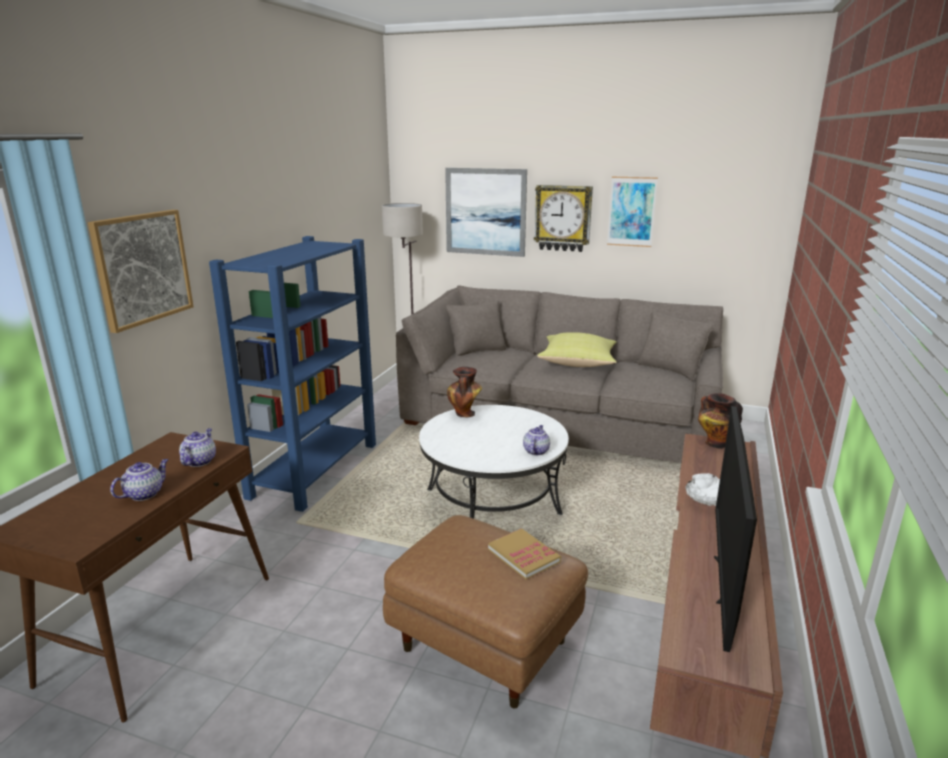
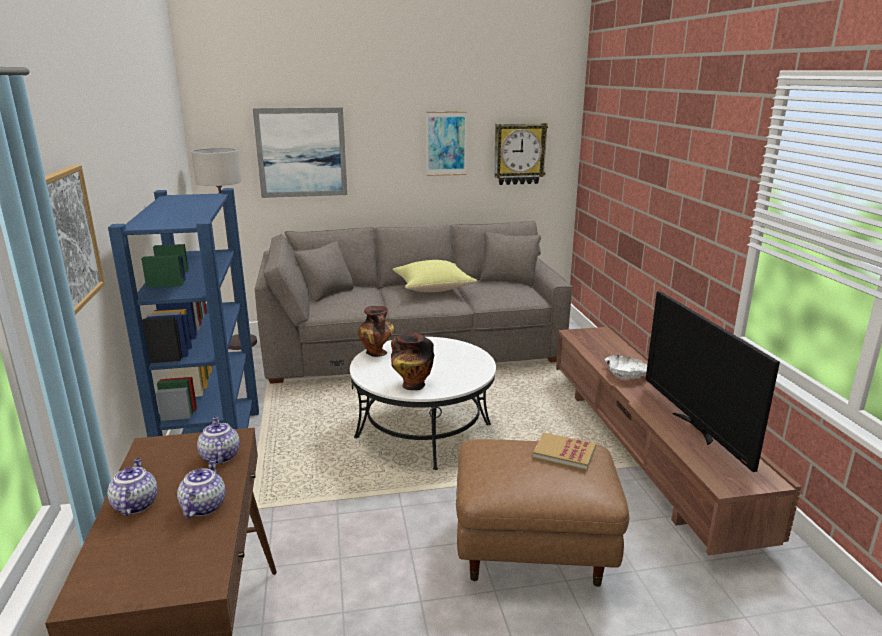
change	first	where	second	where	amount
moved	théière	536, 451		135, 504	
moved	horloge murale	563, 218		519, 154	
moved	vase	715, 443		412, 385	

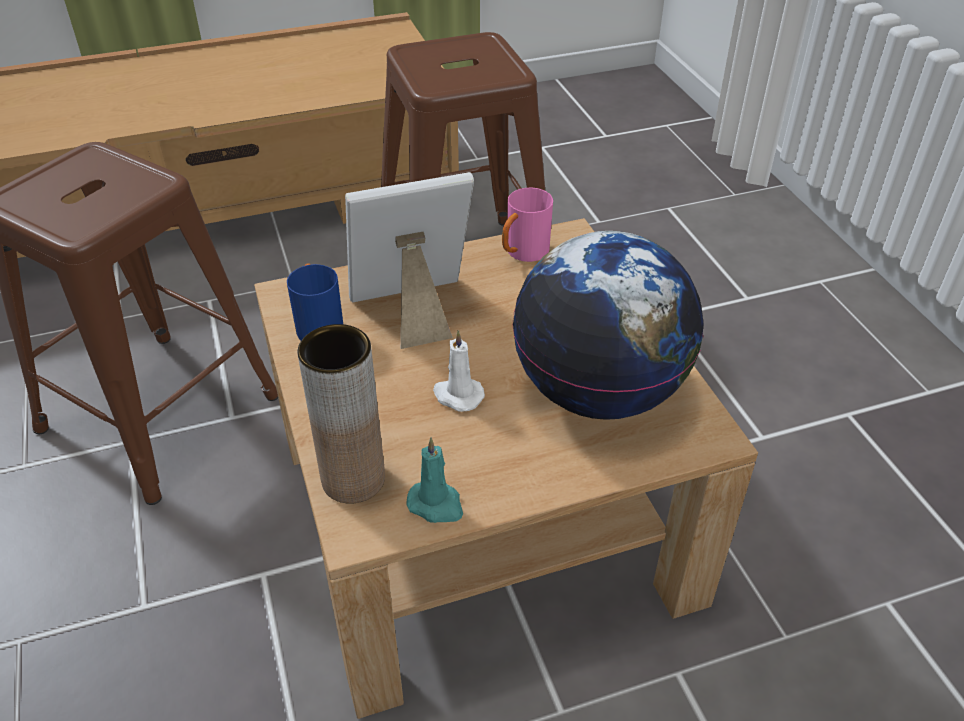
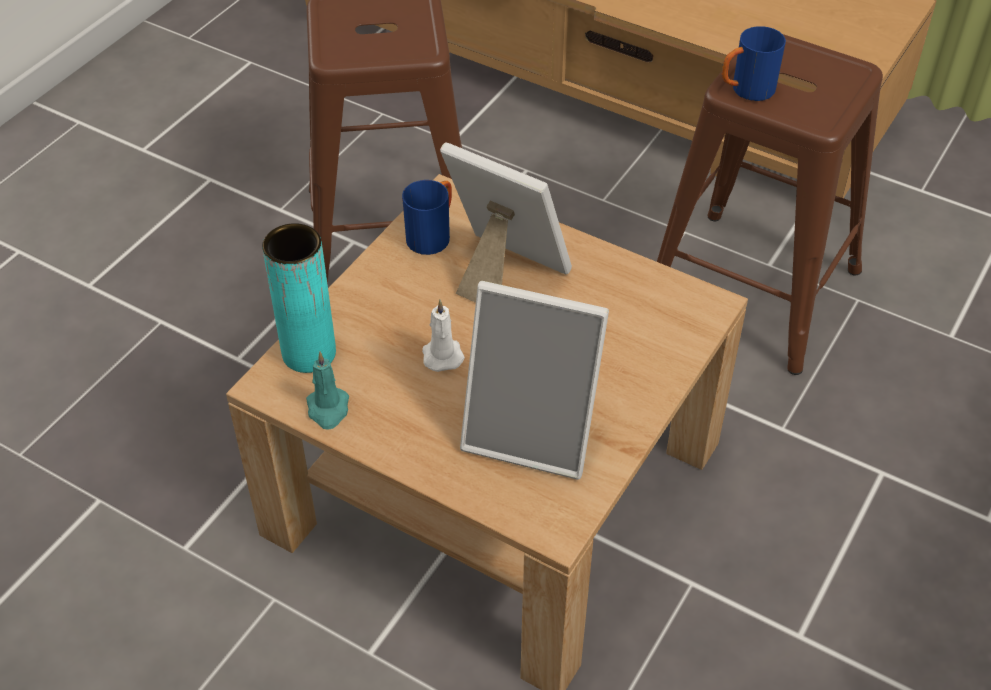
change	first	where	second	where	amount
recoloured	vase (marron)	353, 479	vase (turquoise)	309, 353	
removed	mug (rose)	522, 254			
replaced	globe	599, 391	cadre photo	533, 432	
added			mug (bleu)	745, 91	

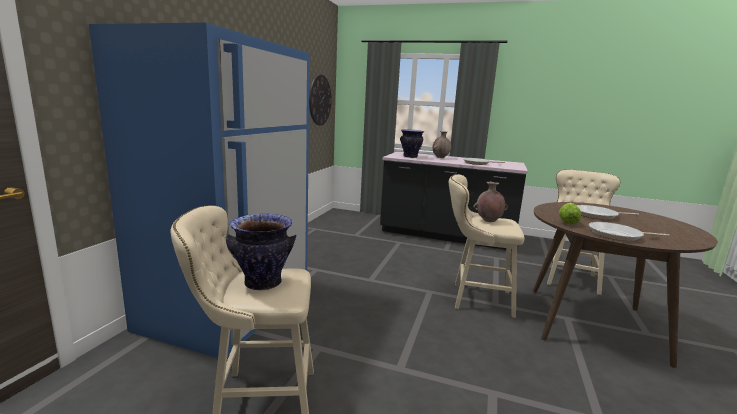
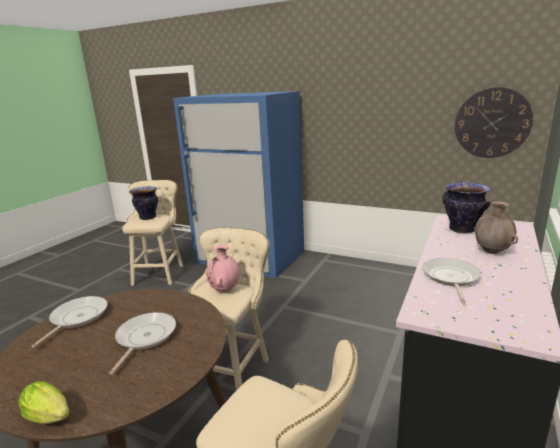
change	first	where	second	where	amount
recoloured	vase (marron)	488, 221	vase (rose)	224, 290	
moved	laitue	567, 222		51, 418	

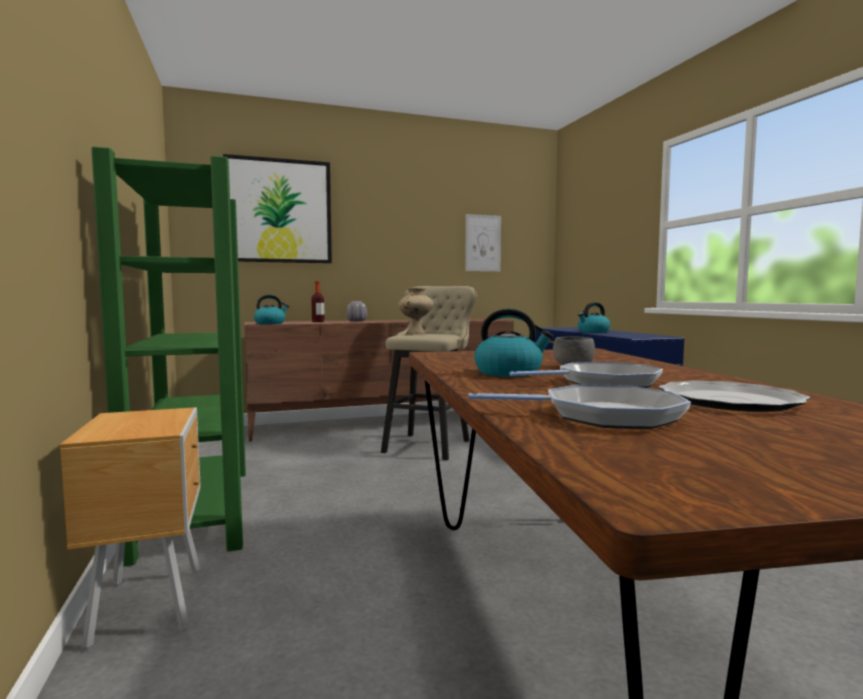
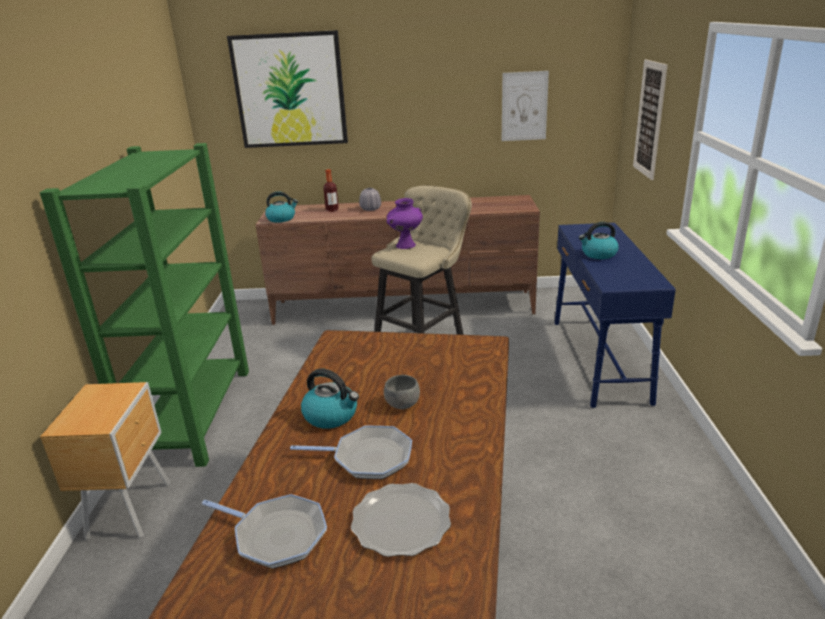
change	first	where	second	where	amount
recoloured	vase (beige)	416, 333	vase (violet)	405, 246	
added			tableau	649, 119	

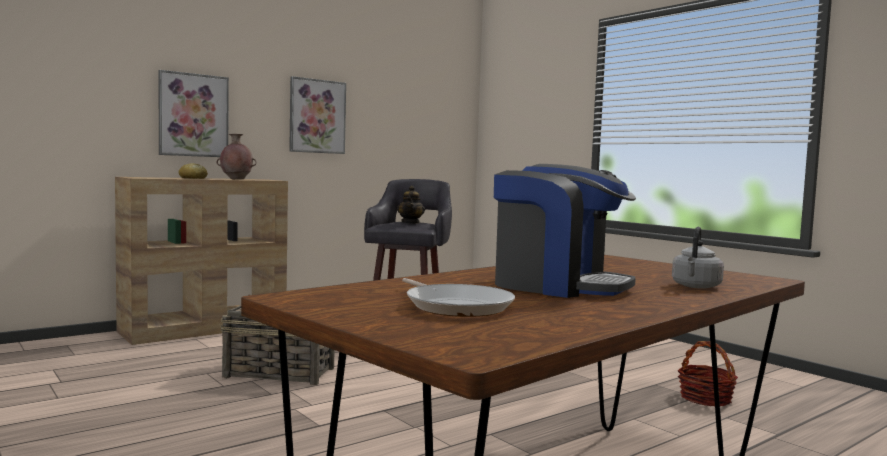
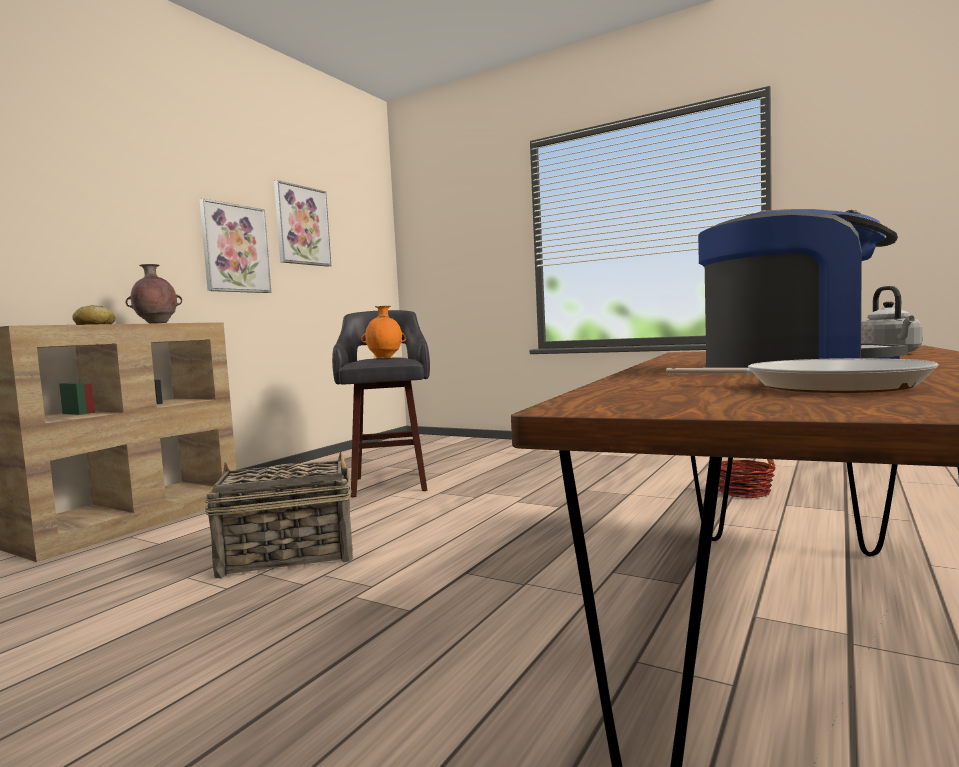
change	first	where	second	where	amount
moved	tableau	193, 115		302, 226	
replaced	théière	411, 223	vase (orange)	385, 358	

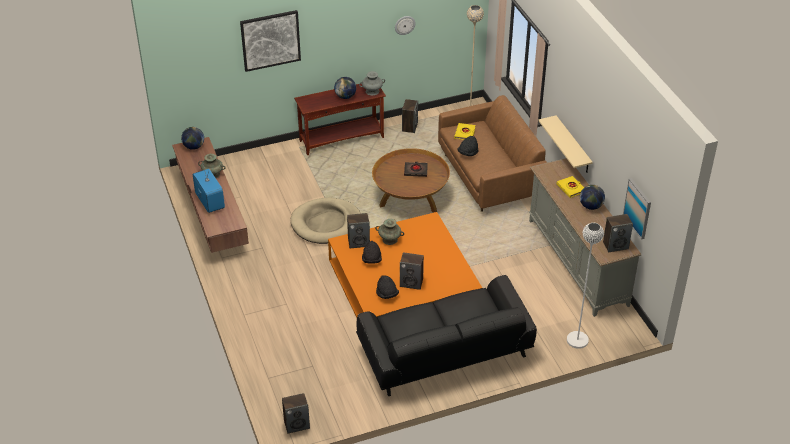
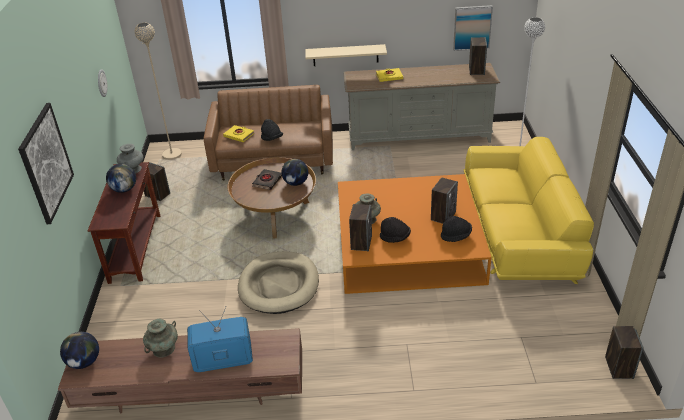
change	first	where	second	where	amount
recoloured	canapé (noir)	444, 352	canapé (jaune)	519, 233	
moved	globe	590, 206		296, 183	

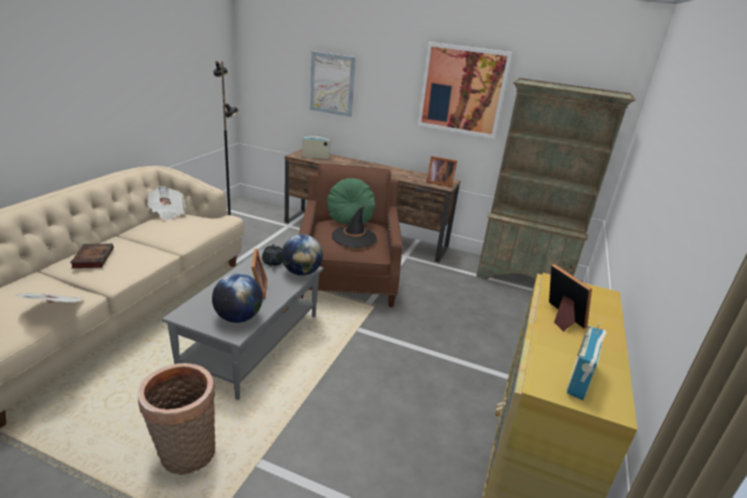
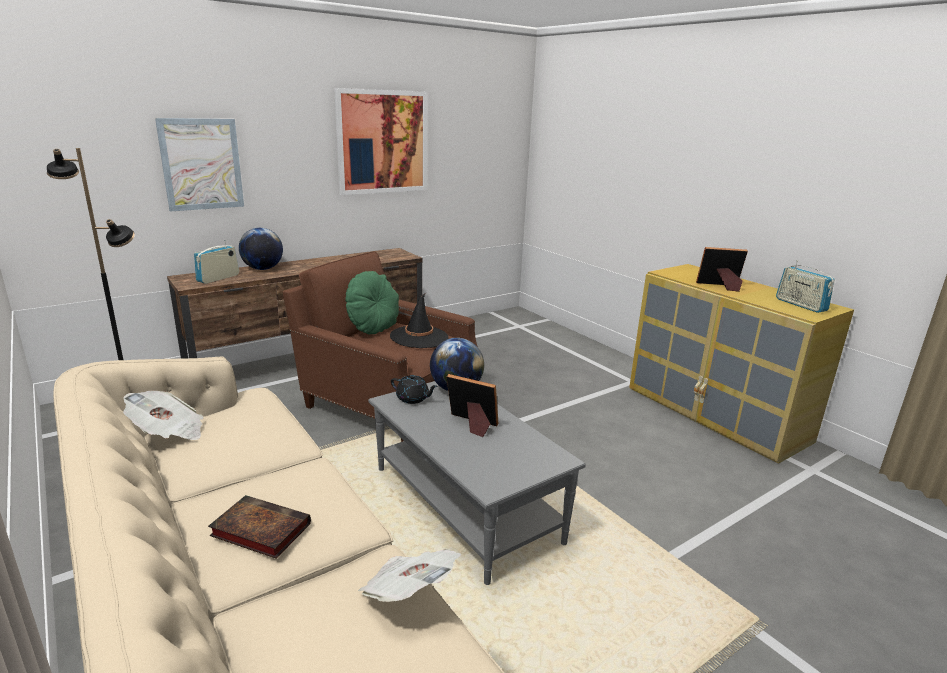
change	first	where	second	where	amount
removed	panier	185, 456			
moved	globe	238, 318		263, 269	
removed	cadre photo	438, 182			
removed	bibliothèque (vert)	522, 278			

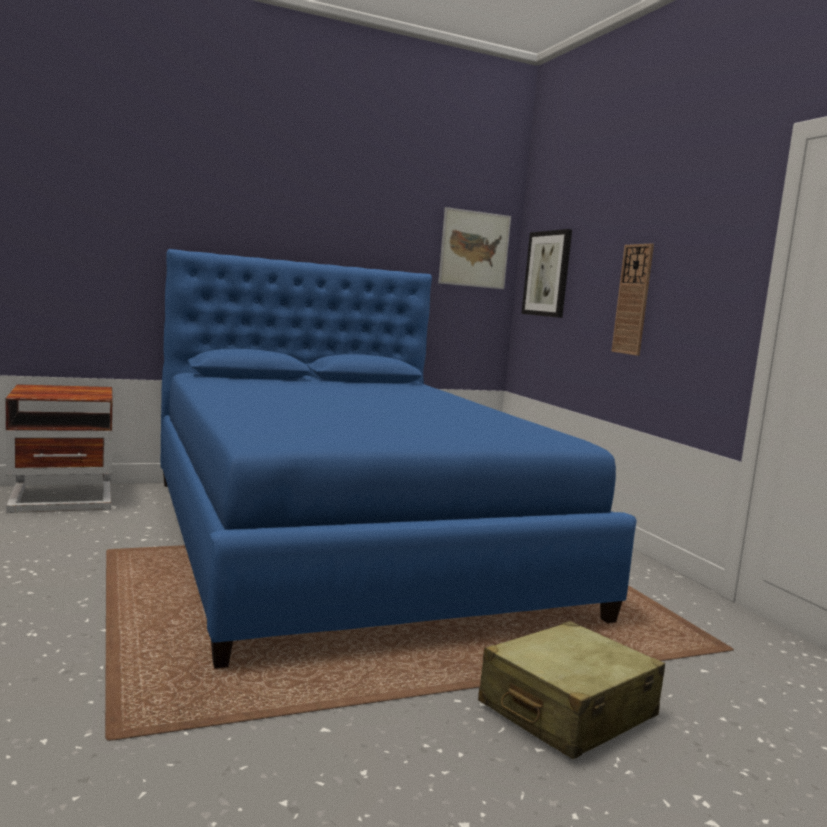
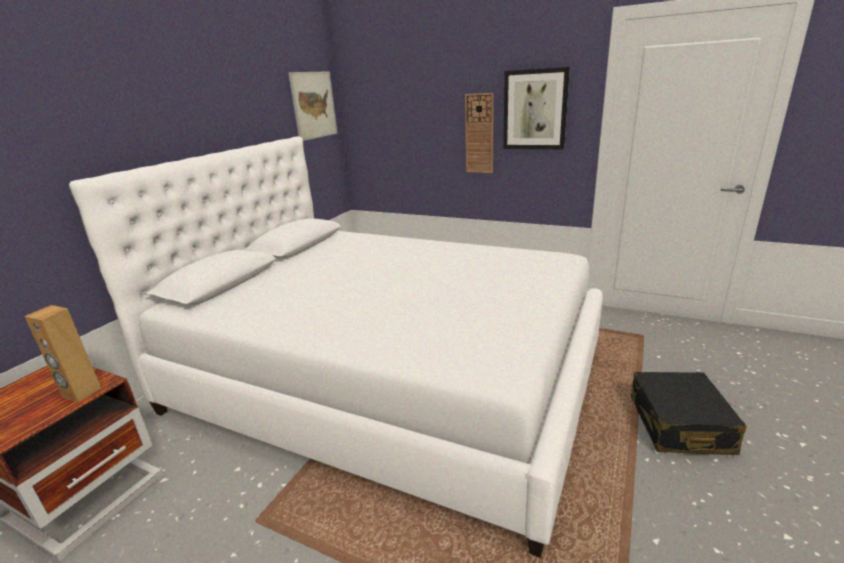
change	first	where	second	where	amount
recoloured	lit (bleu)	346, 540	lit (blanc)	386, 379	
recoloured	valise (beige)	567, 711	valise (noir)	679, 425	
moved	tableau	547, 274		535, 110	
added			enceinte (marron)	81, 392	

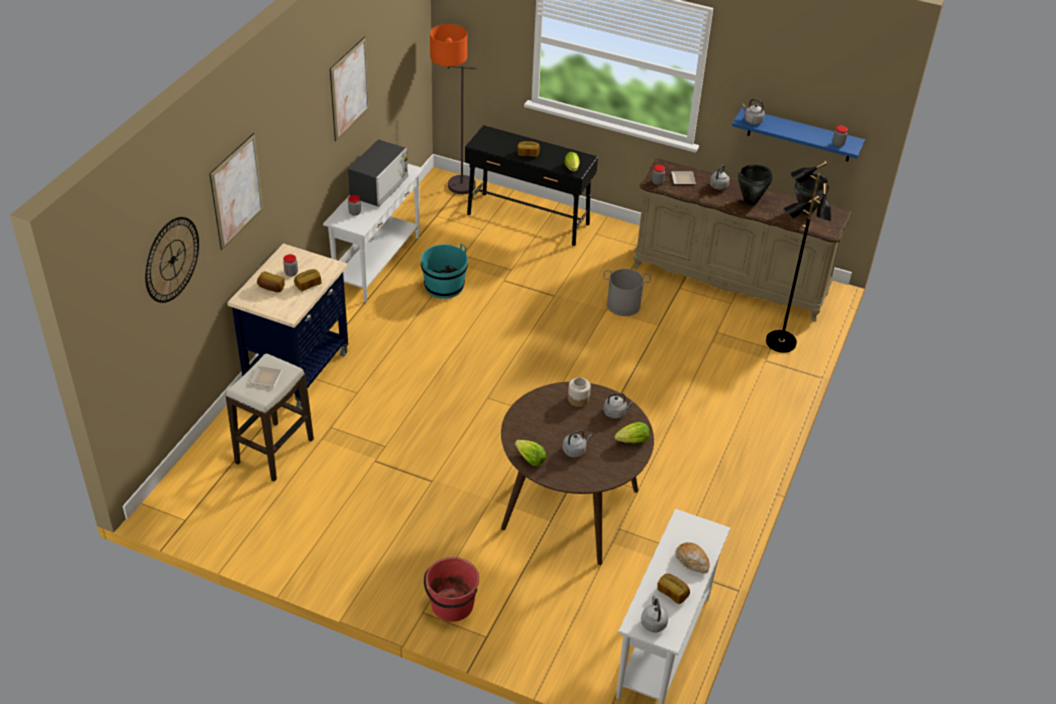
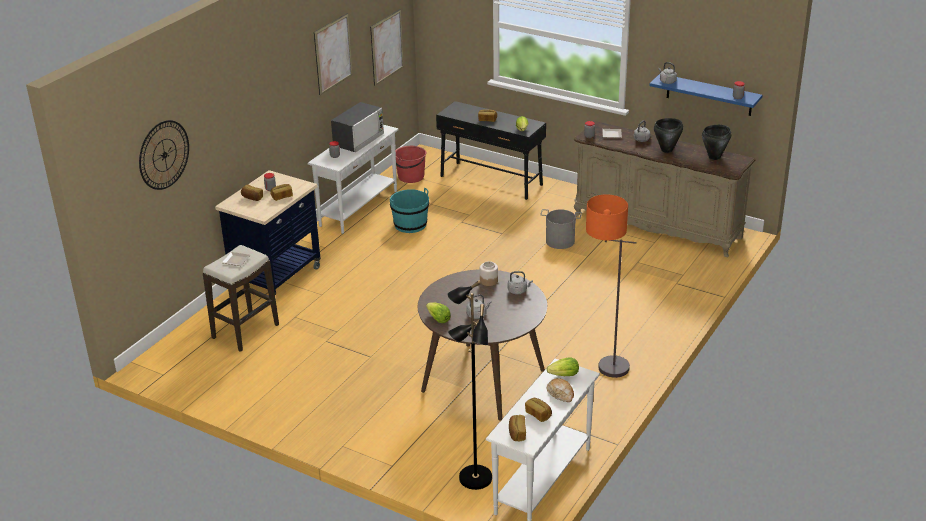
change	first	where	second	where	amount
moved	tableau	236, 191		387, 47	
moved	seau (rouge)	452, 605		411, 177	
moved	lampadaire (orange)	453, 185		604, 367	
moved	laitue	633, 441		564, 375	
replaced	bouilloire (gris)	653, 622	pain	517, 433	
moved	lampadaire (noir)	780, 342		474, 478	

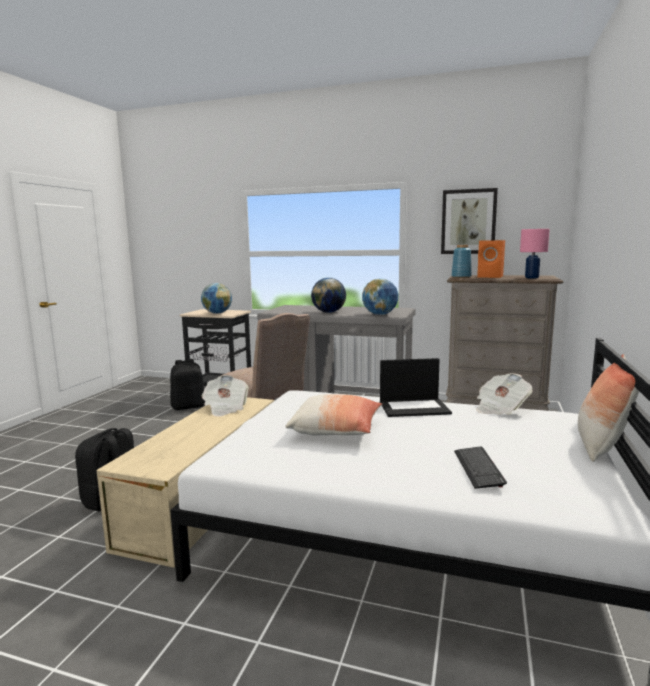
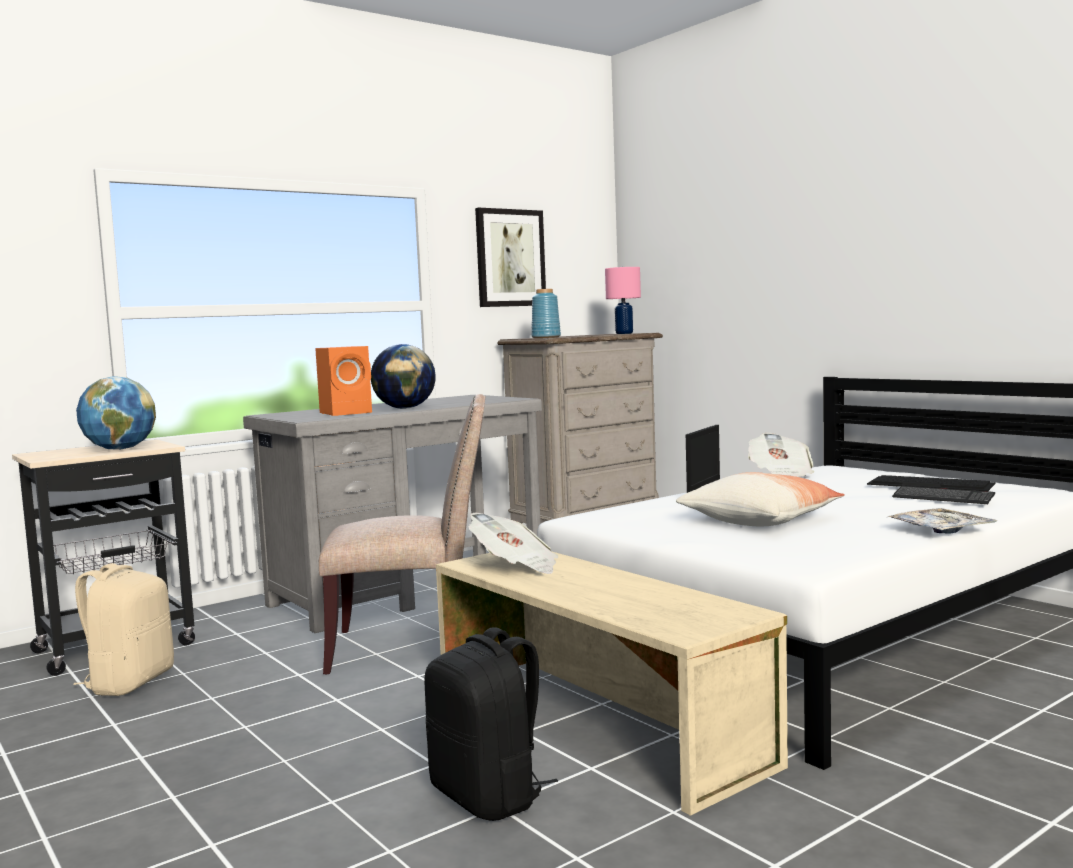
change	first	where	second	where	amount
recoloured	sac à dos (noir)	189, 406	sac à dos (beige)	129, 683	
removed	globe	380, 314			
moved	enceinte (orange)	491, 277		347, 413	
removed	coussin	600, 446			
added			clavier	931, 484	
added			plateau	941, 529	

